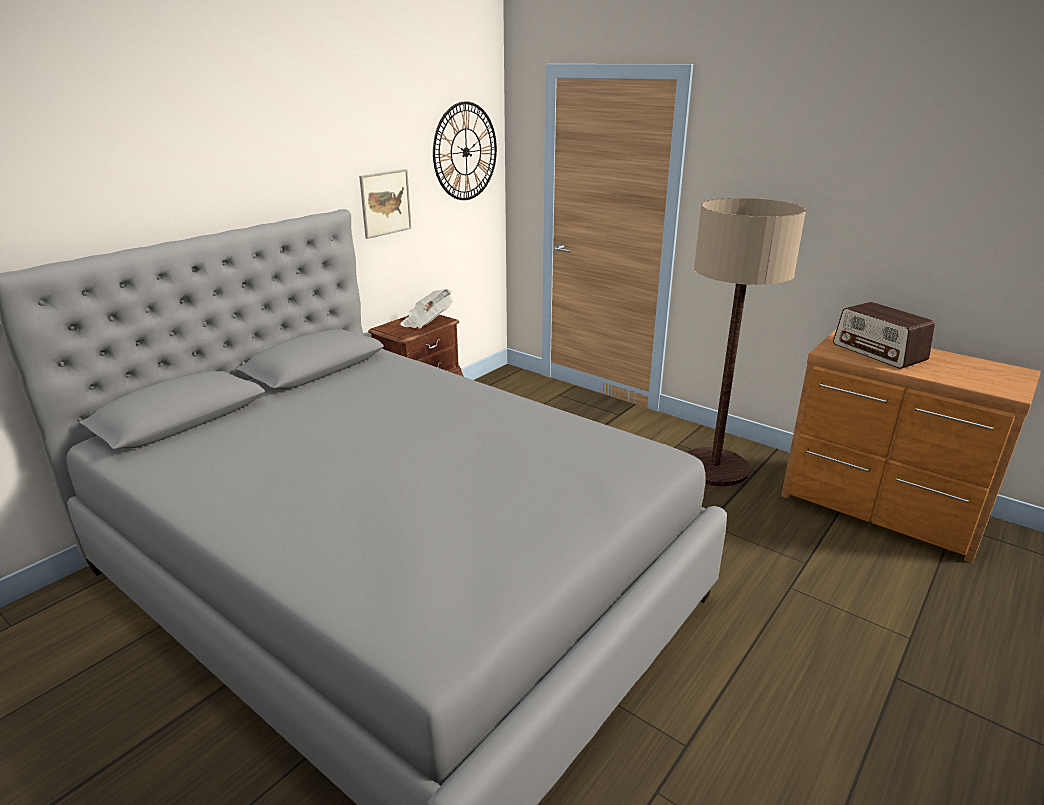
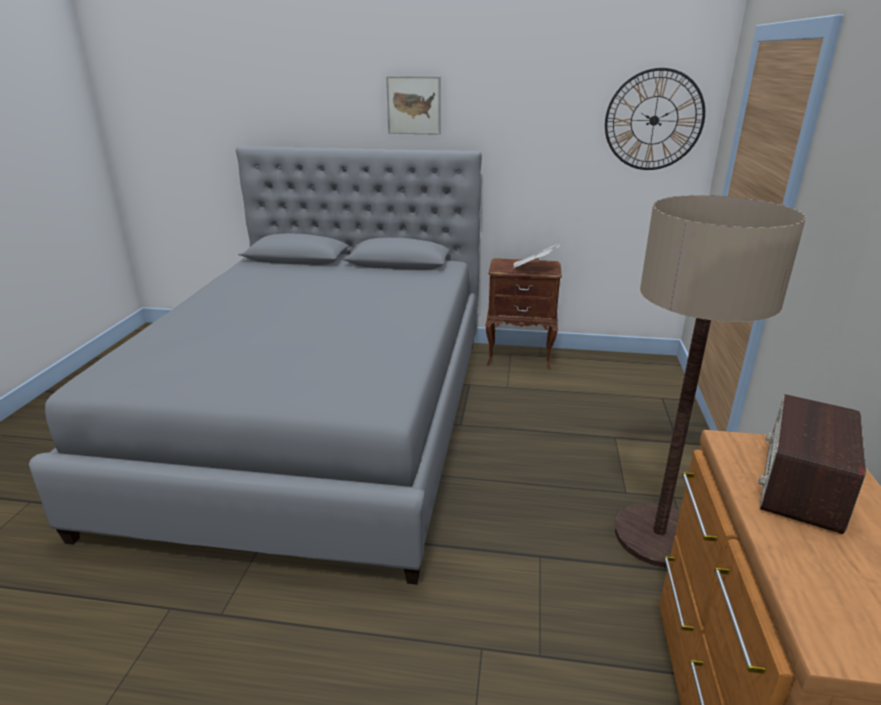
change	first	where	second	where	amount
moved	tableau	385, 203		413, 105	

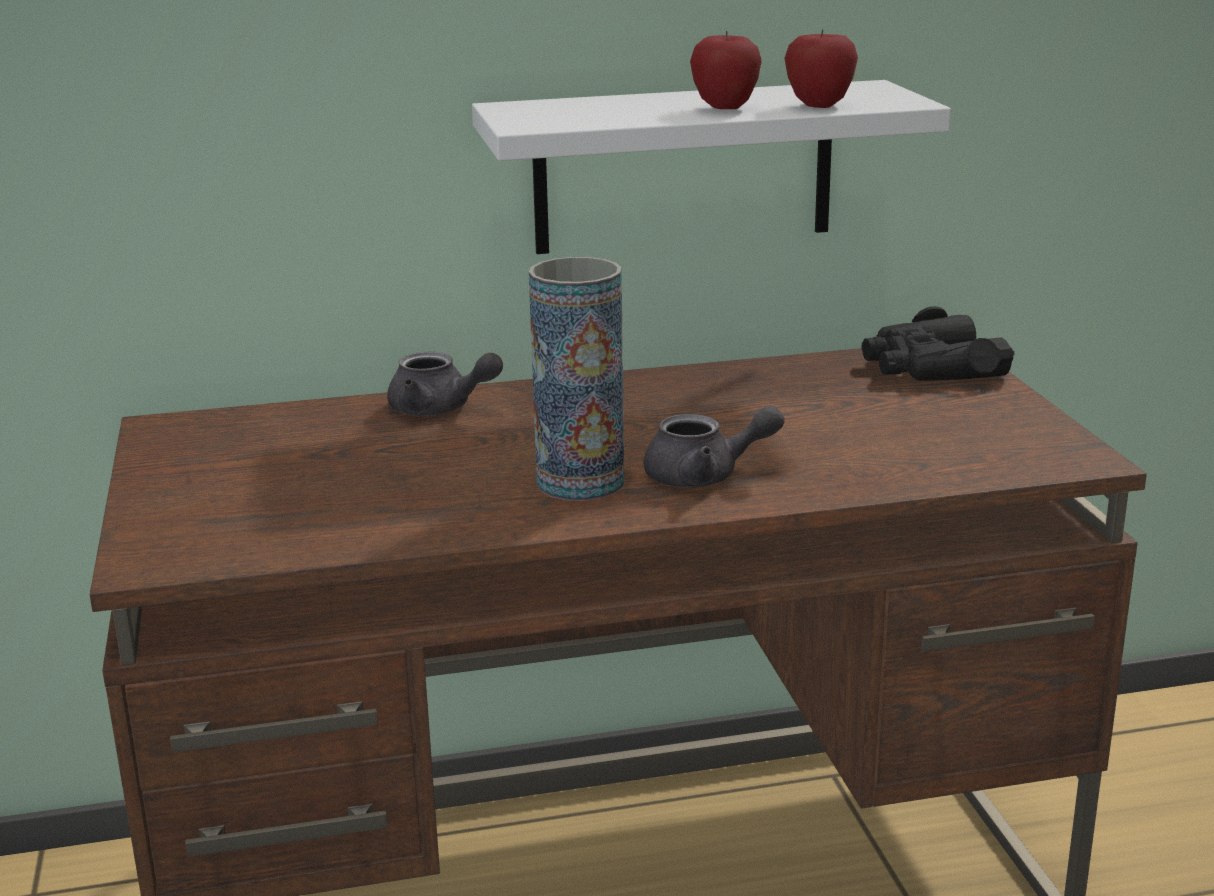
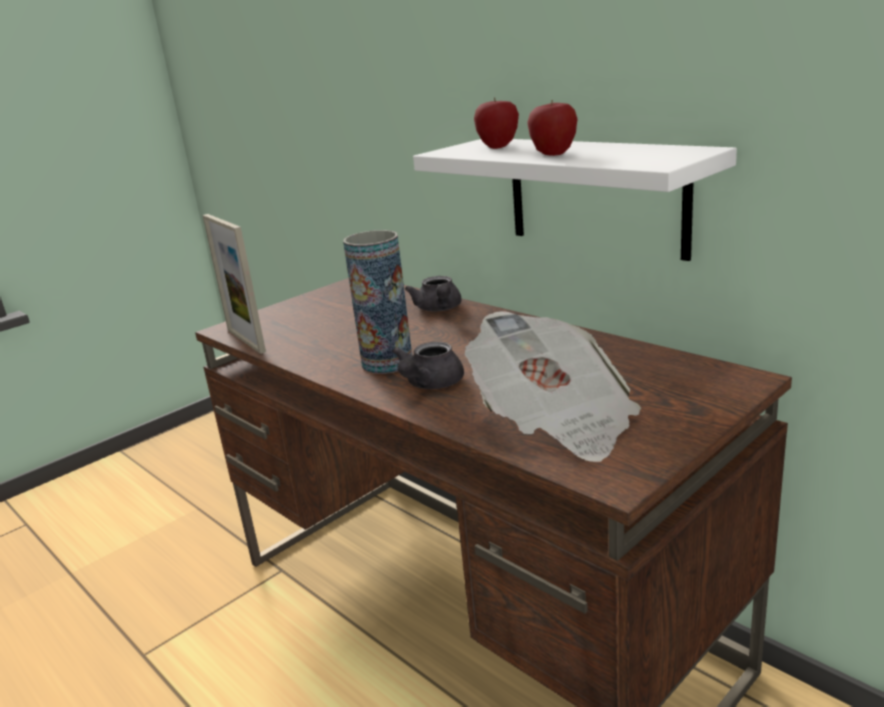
change	first	where	second	where	amount
turned	théière (gris)	705, 476		429, 384	60 degrees clockwise
moved	pomme	819, 105		498, 147	
removed	jumelles (noir)	930, 368			
added			cadre photo	246, 340	
added			journal	555, 422	

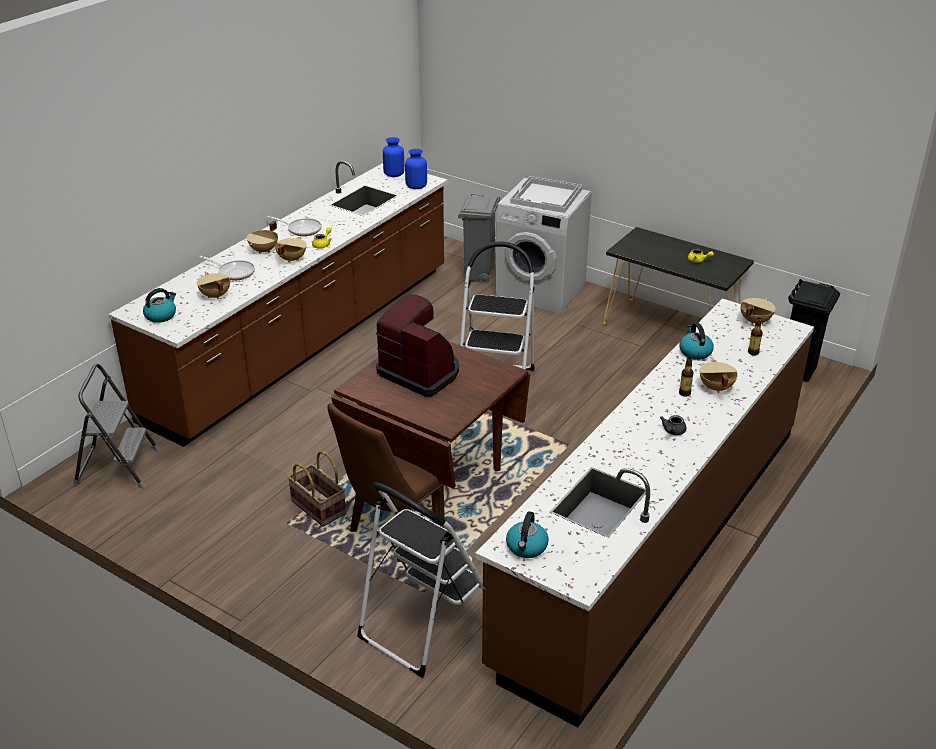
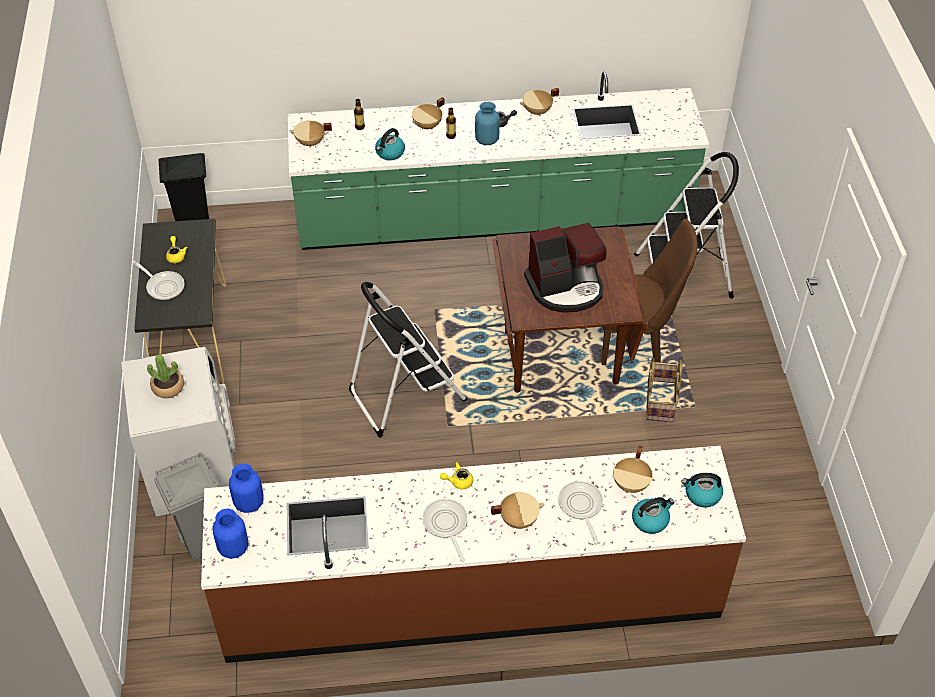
change	first	where	second	where	amount
removed	escabeau (gris)	114, 466			
moved	marmite (beige)	291, 259		537, 111	
turned	machine à café	420, 372		566, 288	105 degrees counterclockwise
recoloured	comptoir de cuisine (marron)	653, 540	comptoir de cuisine (vert)	494, 218	
moved	bouilloire	527, 547		650, 520	
replaced	plateau (blanc)	547, 196	plante en pot	168, 387	
added			poêle	163, 286	
added			vase (bleu)	487, 140	

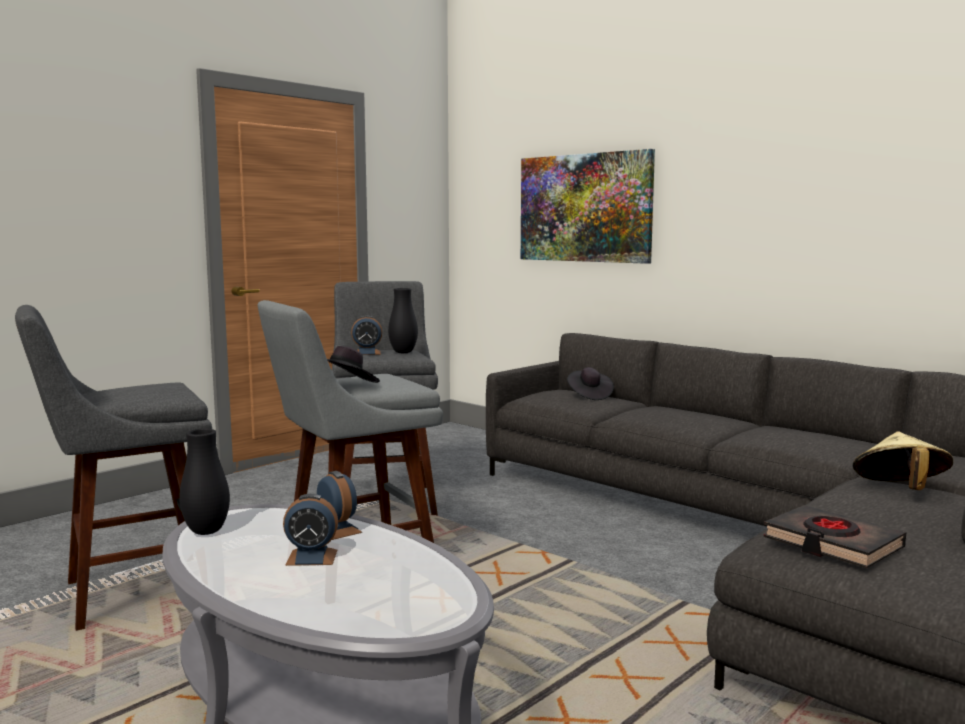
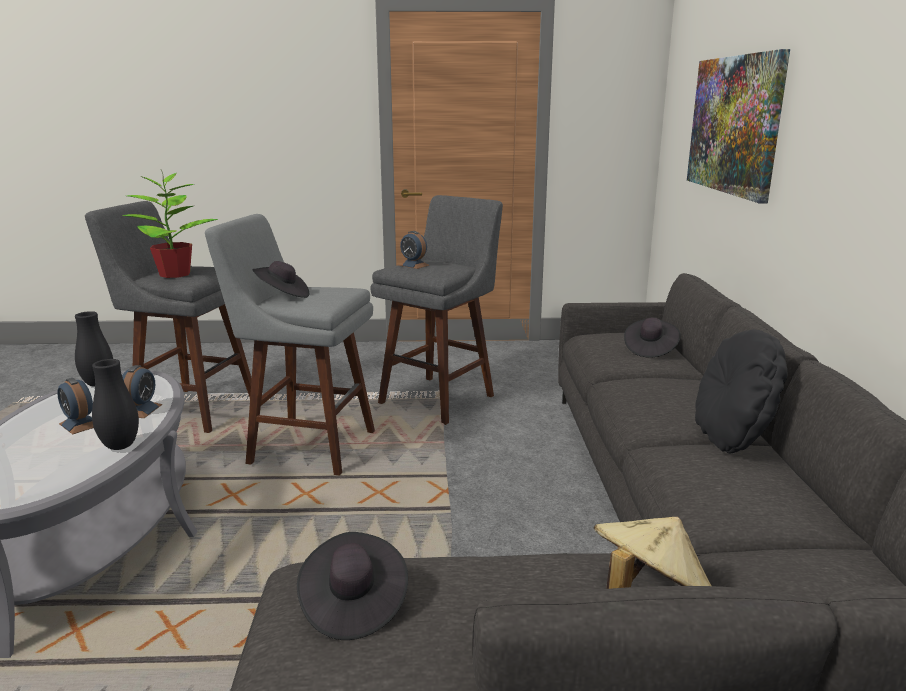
change	first	where	second	where	amount
moved	vase (noir)	403, 352		120, 446	
replaced	livre (noir)	832, 544	chapeau (noir)	353, 604	
added			plante en pot	174, 274	
added			coussin (noir)	731, 440	

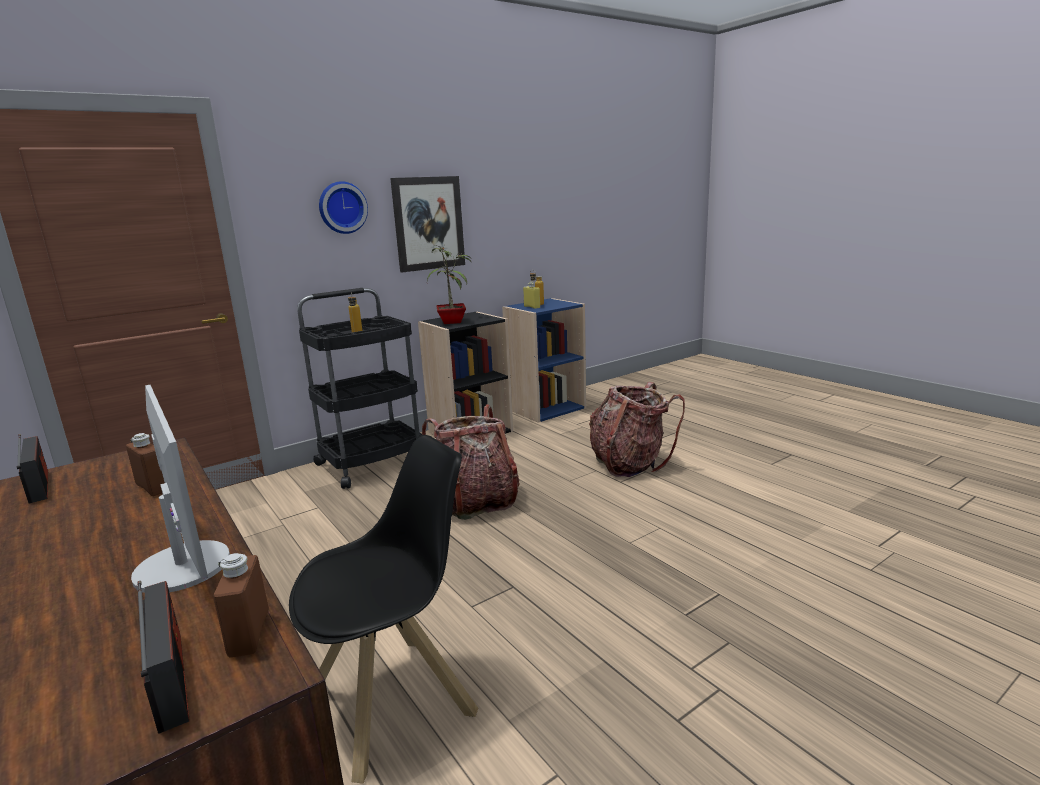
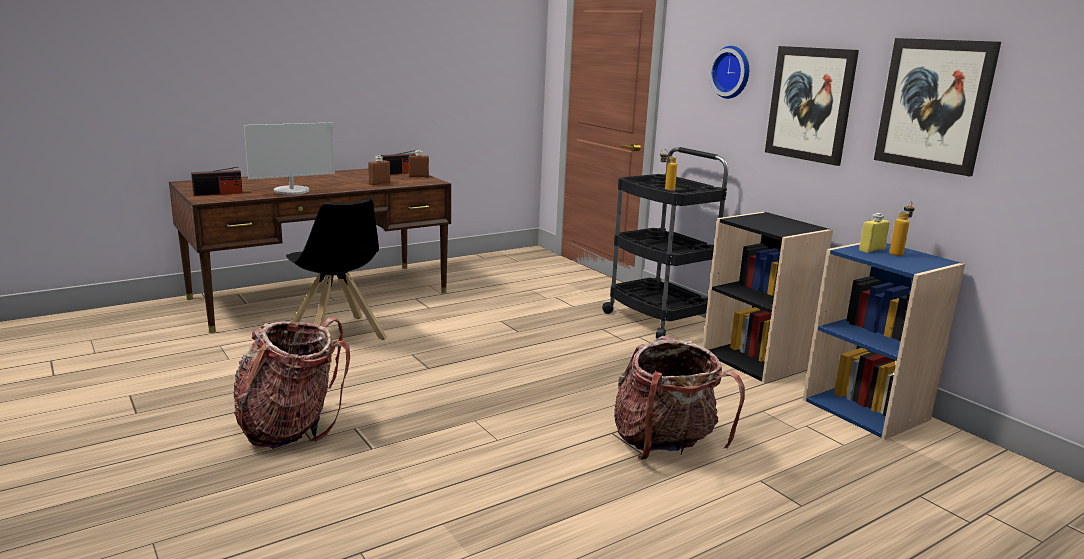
change	first	where	second	where	amount
moved	bouteille (marron)	249, 633		418, 177	
moved	sac à dos	476, 502		291, 427	
removed	plante en pot	453, 322			
added			tableau	934, 105	

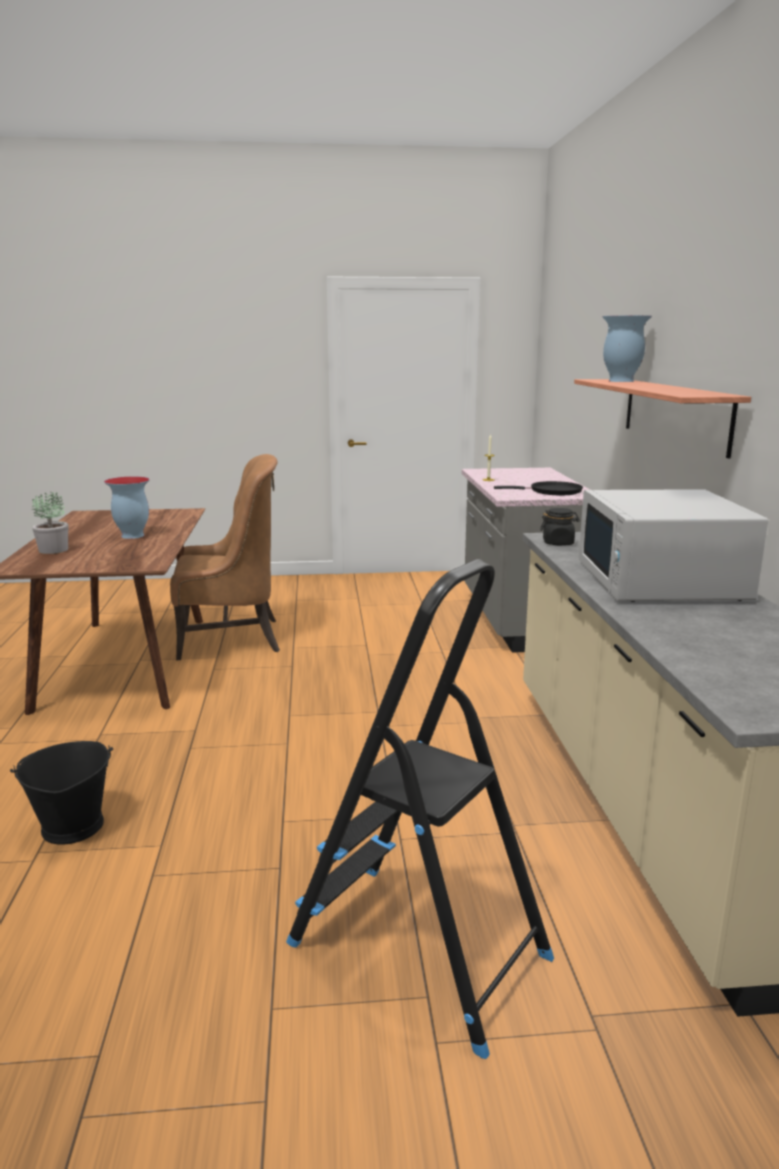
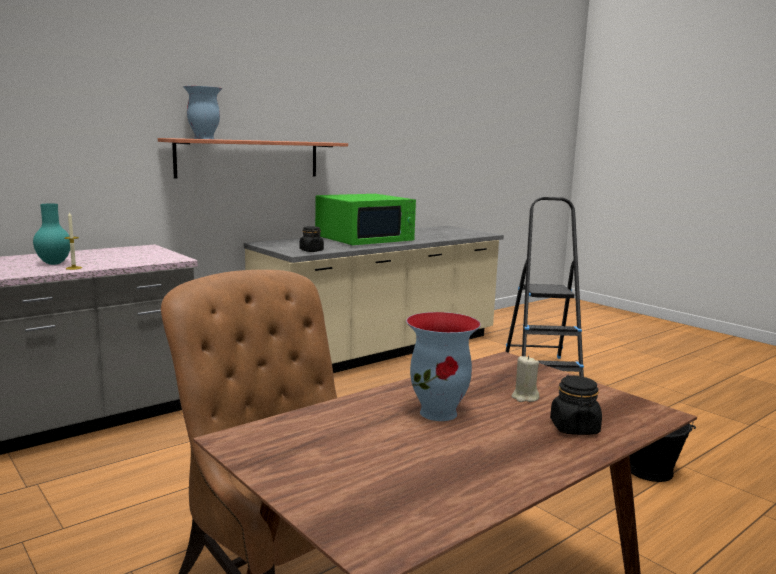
change	first	where	second	where	amount
replaced	plante en pot	54, 550	bocal (noir)	574, 428	
removed	poêle (noir)	552, 492			
recoloured	micro-ondes (blanc)	659, 582	micro-ondes (vert)	365, 239	
added			vase (turquoise)	54, 263	
added			bougie (beige)	524, 397	

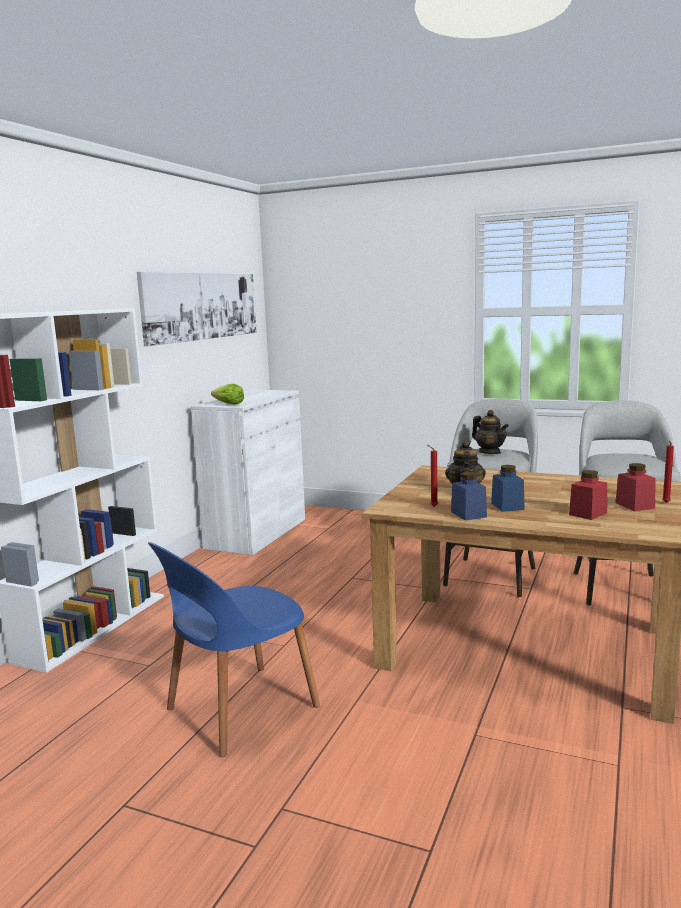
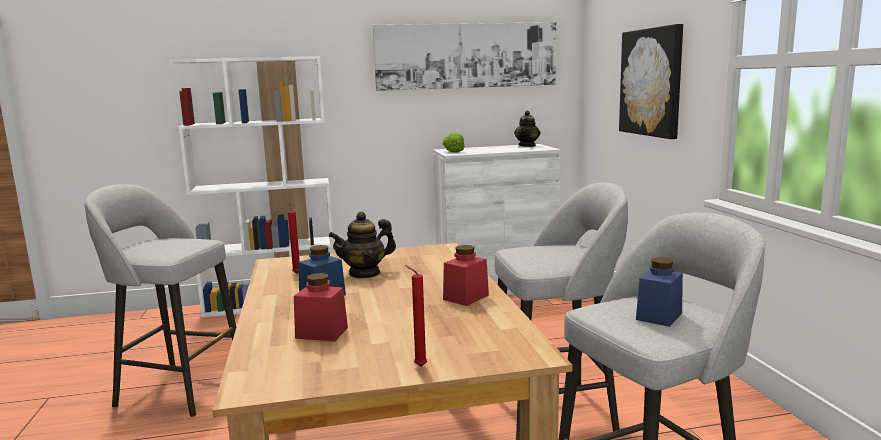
change	first	where	second	where	amount
replaced	chaise (bleu)	238, 710	tabouret (gris)	178, 389	
moved	bocal (bleu)	468, 514		659, 316	
moved	théière	490, 452		527, 146	
moved	bocal (rouge)	634, 505		466, 297	
added			tableau	651, 82	

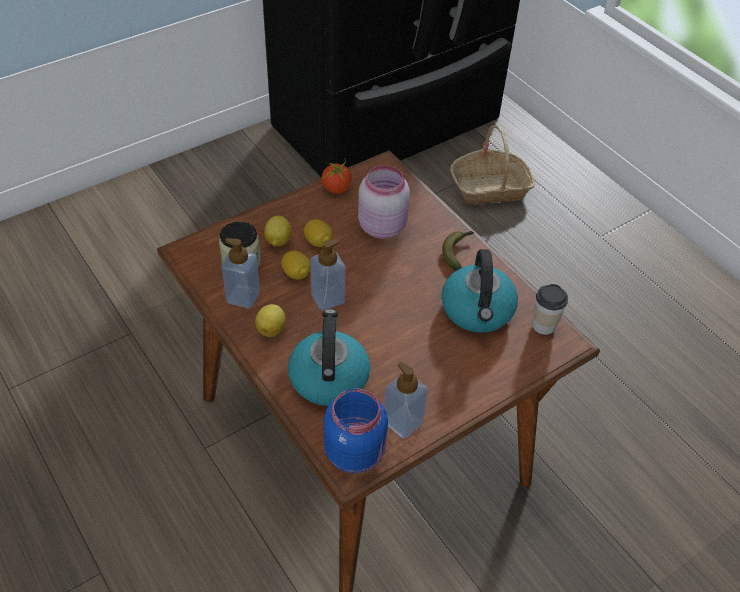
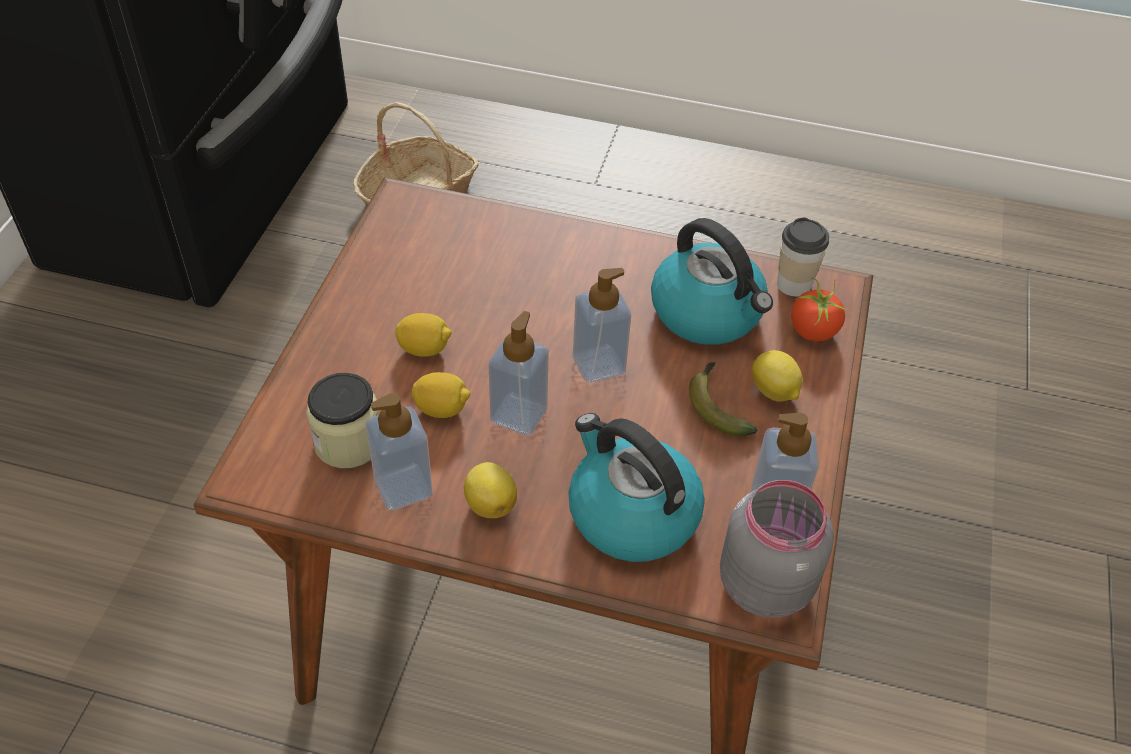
change	first	where	second	where	amount
moved	citron	278, 241		774, 392	
moved	tomate	336, 188		813, 331	
recoloured	bocal (bleu)	356, 451	bocal (gris)	765, 582	
removed	bocal (rose)	382, 226			
moved	banane	458, 252		716, 405	
added			distributeur de savon	598, 364	

